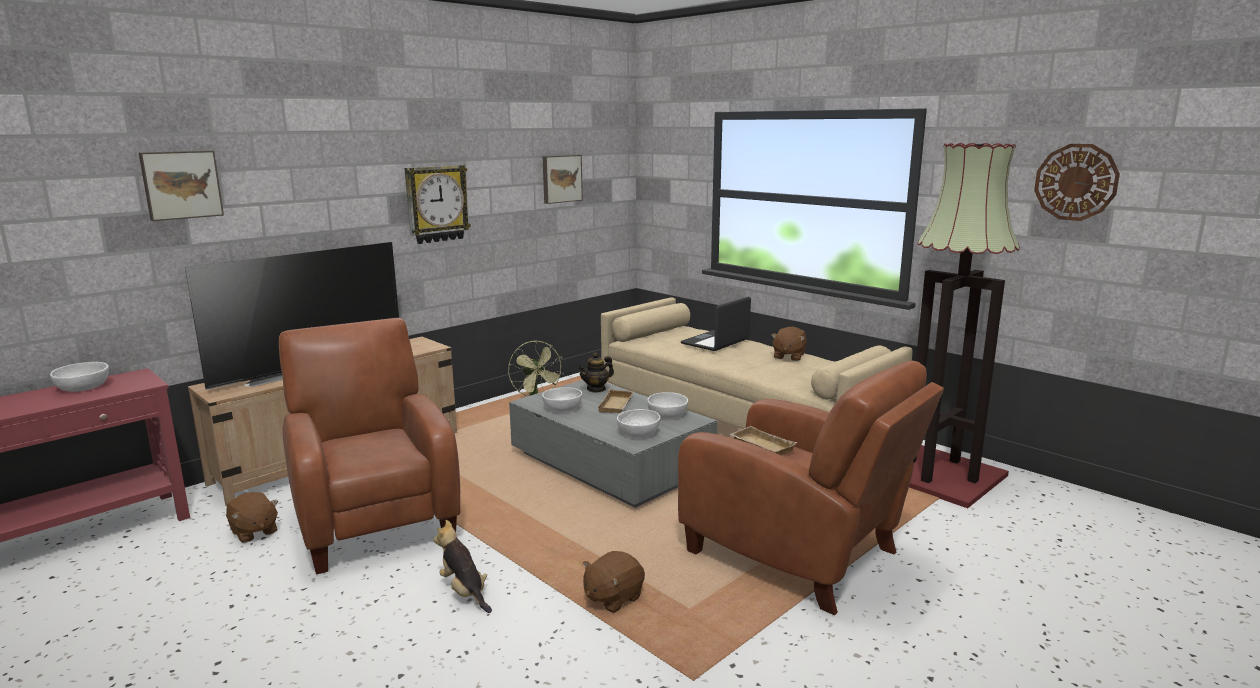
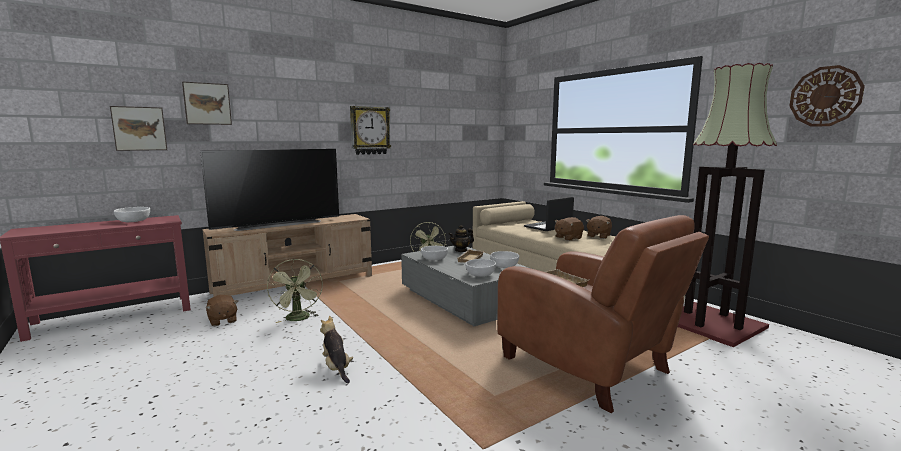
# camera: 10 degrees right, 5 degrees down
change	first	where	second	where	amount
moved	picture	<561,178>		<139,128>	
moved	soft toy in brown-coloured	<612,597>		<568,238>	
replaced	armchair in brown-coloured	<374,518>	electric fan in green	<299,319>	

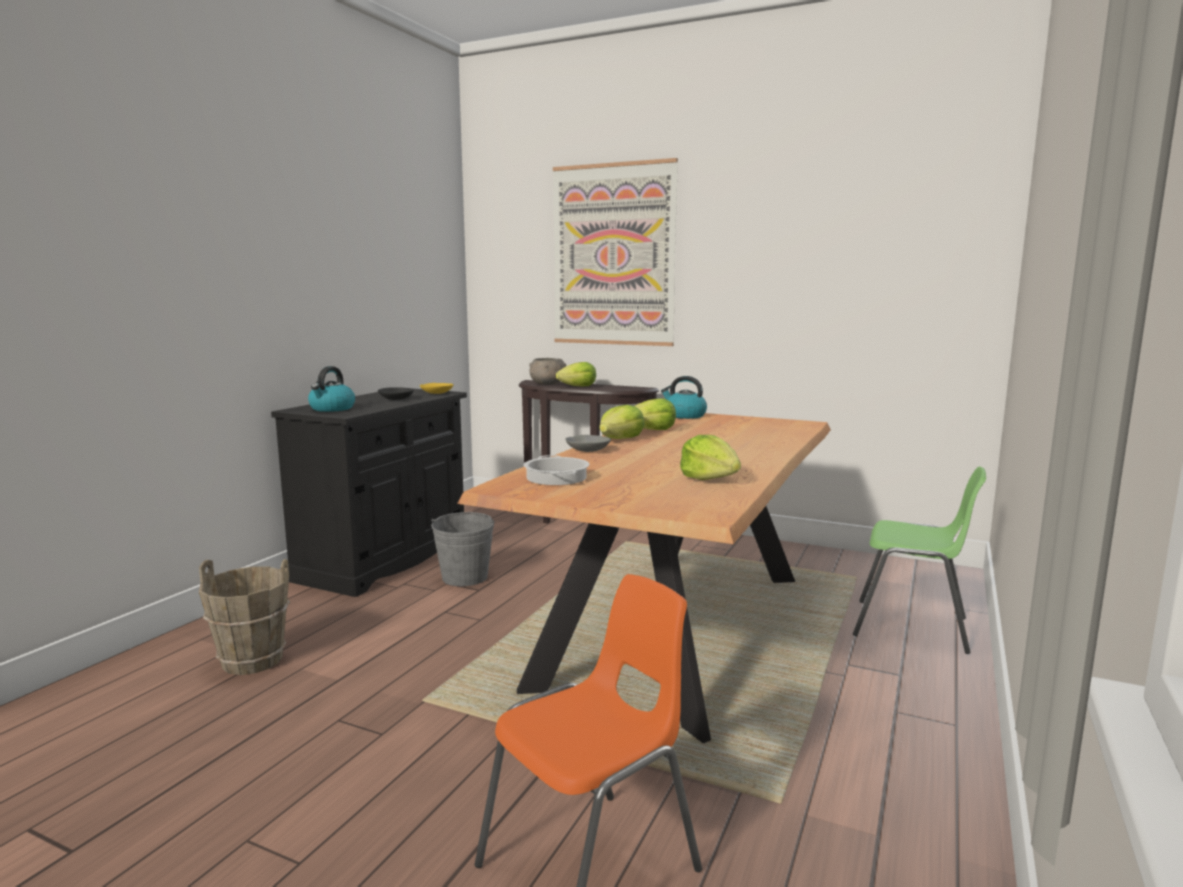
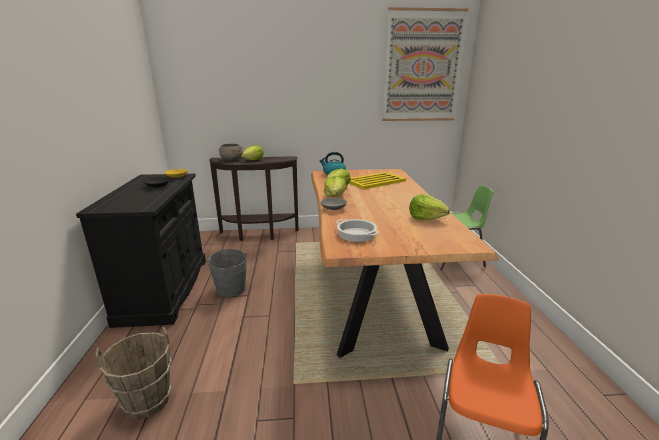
# camera: 30 degrees left, 10 degrees up
change	first	where	second	where	amount
removed	kettle	<332,409>			
added			carrying tray in yellowish	<376,181>	
moved	picture	<613,255>		<422,67>	

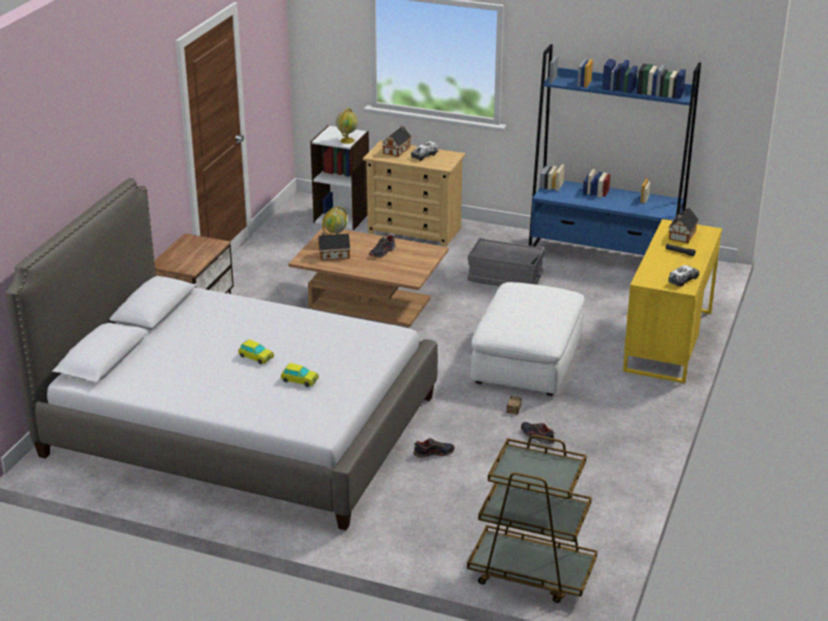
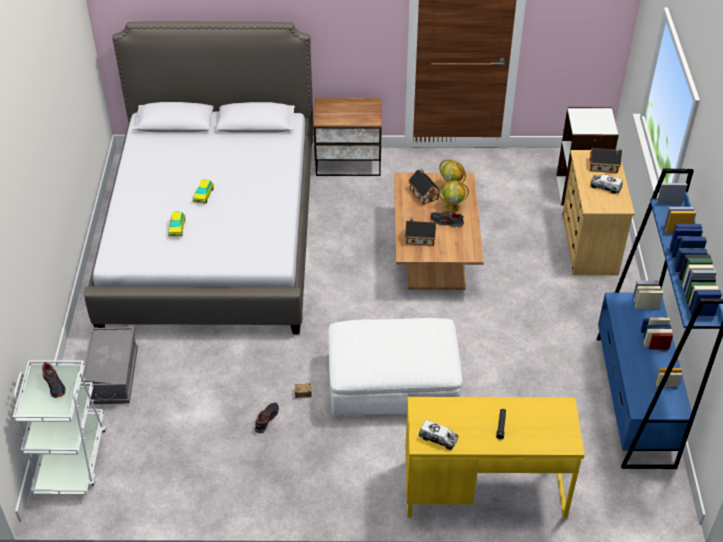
# camera: 70 degrees right, 15 degrees up
change	first	where	second	where	amount
moved	globe	<347,140>		<452,207>	
moved	shoe	<433,453>		<54,385>	
moved	storage bin in grey	<505,278>		<113,376>	
moved	miniature house	<681,235>		<419,238>	
recoloured	wheeled cart in brown-coloured	<531,573>	wheeled cart in white-coloured	<71,458>	

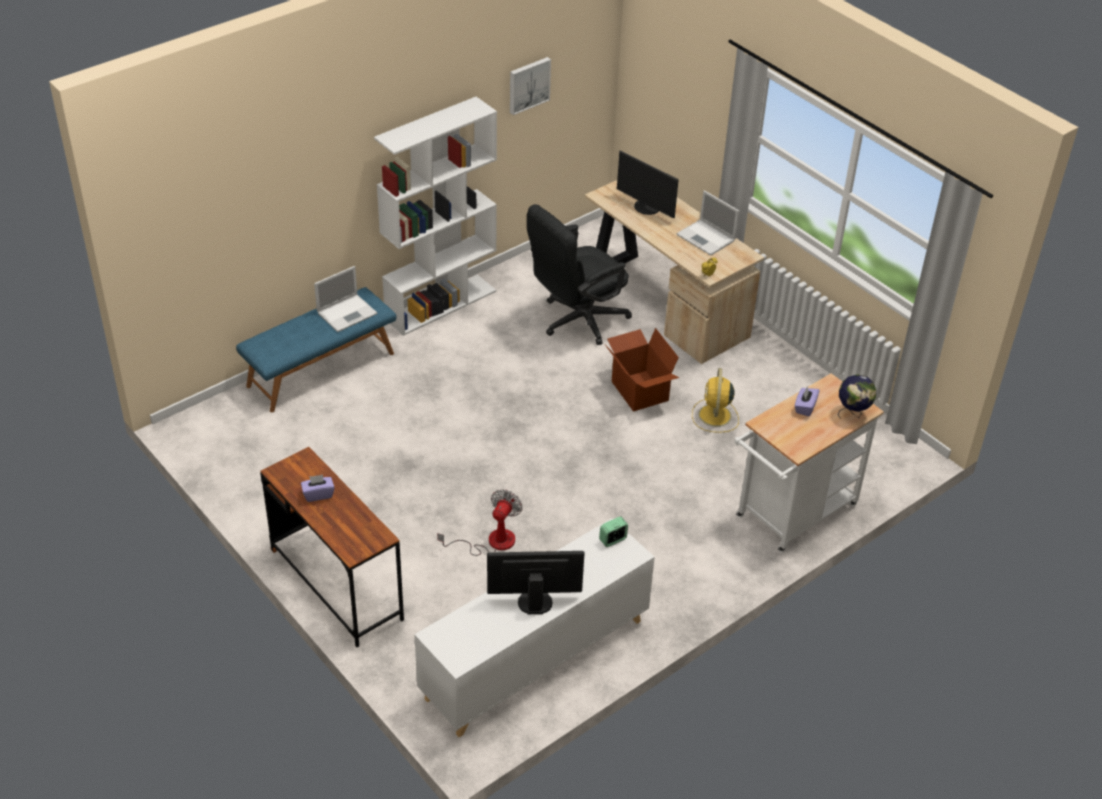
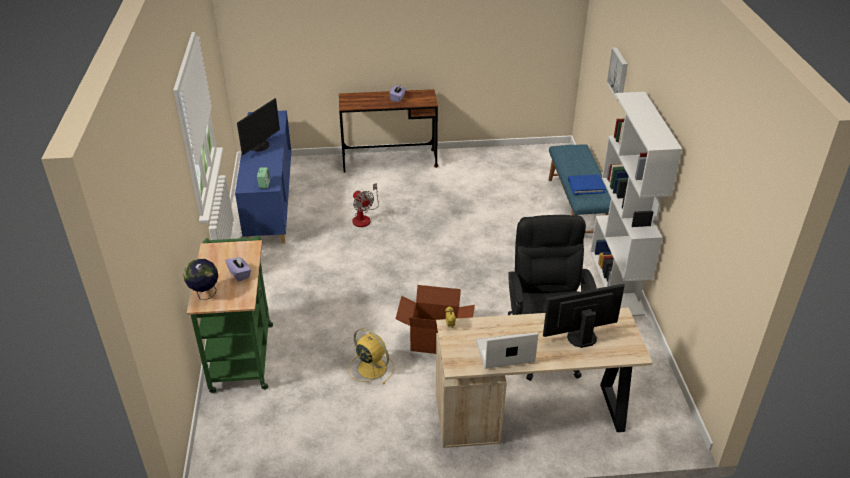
# camera: 125 degrees right, 5 degrees down
change	first	where	second	where	amount
moved	picture	<528,85>		<619,73>	
replaced	laptop	<348,313>	bound book in blue	<586,186>	
recoloured	storage cabinet in white-coloured	<534,660>	storage cabinet in blue	<270,200>	
recoloured	wheeled cart in white-coloured	<791,515>	wheeled cart in green	<242,353>	

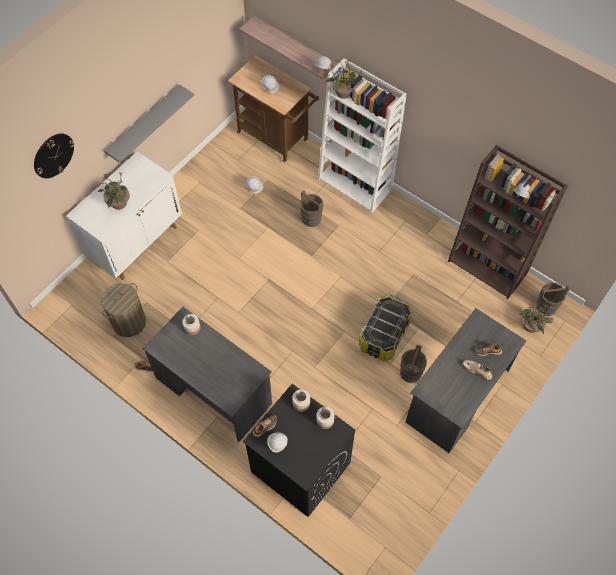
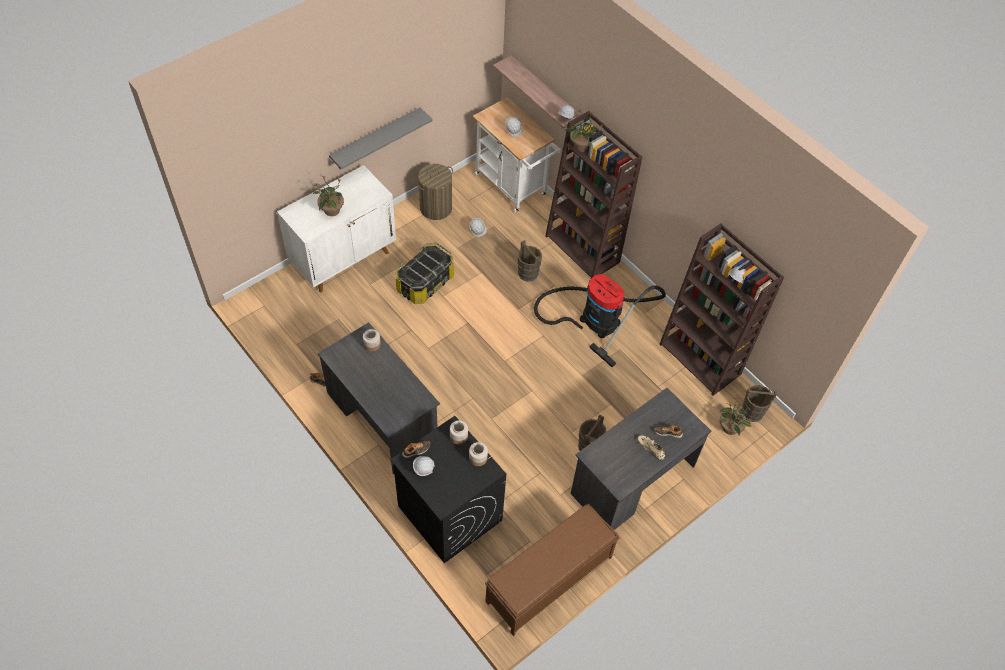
# camera: 10 degrees right, 5 degrees down
change	first	where	second	where	amount
removed	clock on the wall	<53,155>			
added			bench in brown-coloured	<548,580>	
added			vacuum cleaner	<595,319>	
moved	washing basket	<129,322>		<436,208>	
moved	storage bin	<384,334>		<425,282>	
recoloured	wheeled cart in brown-coloured	<276,138>	wheeled cart in white-coloured	<513,187>	
recoloured	bookshelf in white-coloured	<355,184>	bookshelf in brown-coloured	<583,249>	

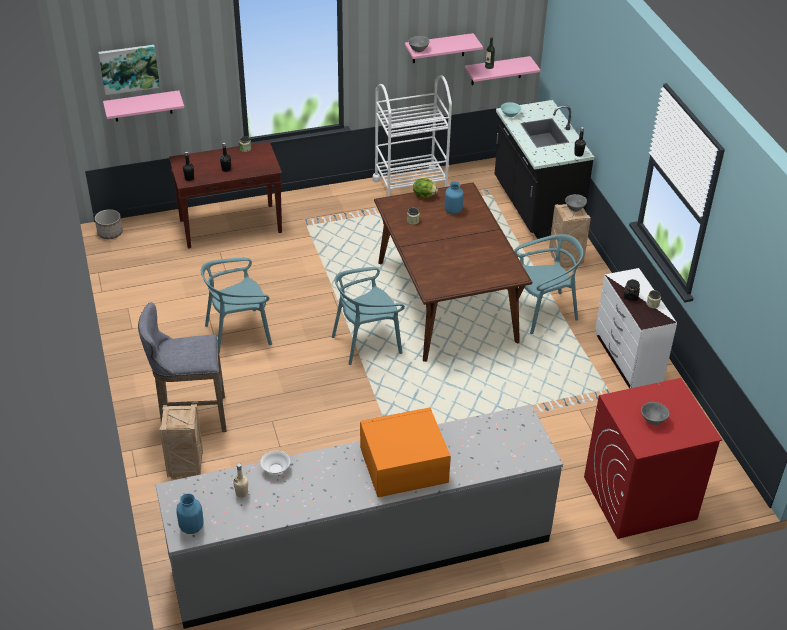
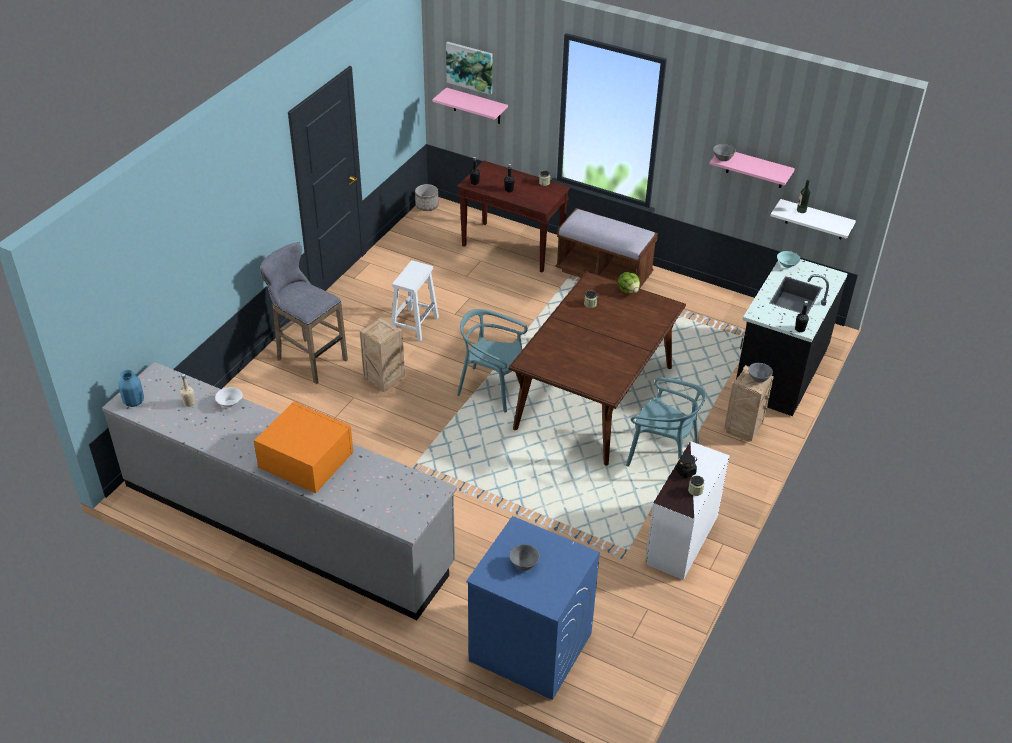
# camera: 45 degrees right, 0 degrees up
change	first	where	second	where	amount
removed	wheeled cart in white-coloured	<410,187>			
removed	decorative vase in blue	<453,210>			
added			bench in brown-coloured	<604,273>	
moved	crate	<185,468>		<383,380>	
replaced	plain chair in turquoise-coloured	<238,333>	stool in white-coloured	<415,324>	
recoloured	bracket shelf in pink-coloured	<496,71>	bracket shelf in white-coloured	<815,220>	
recoloured	washing machine in red	<639,498>	washing machine in blue	<529,647>	

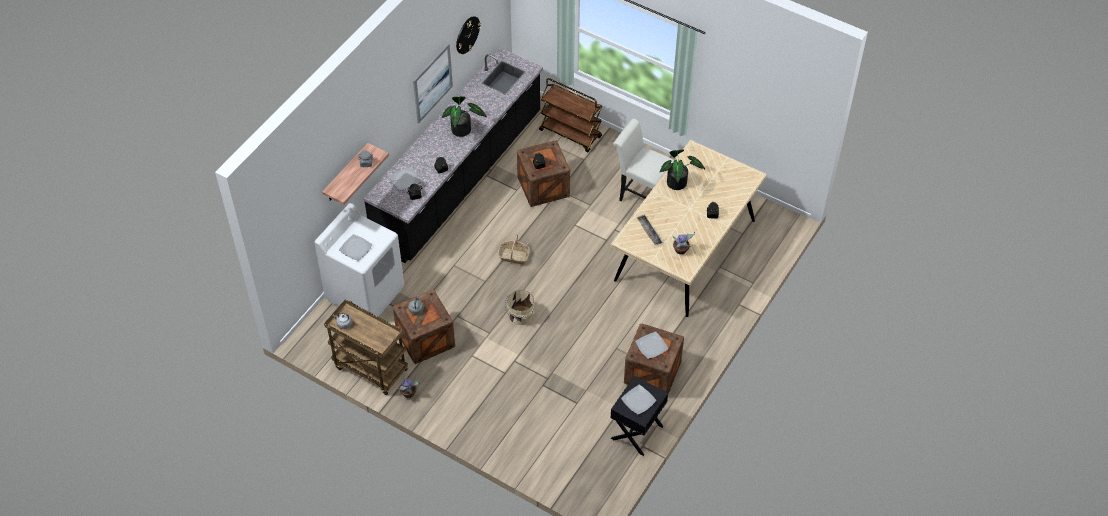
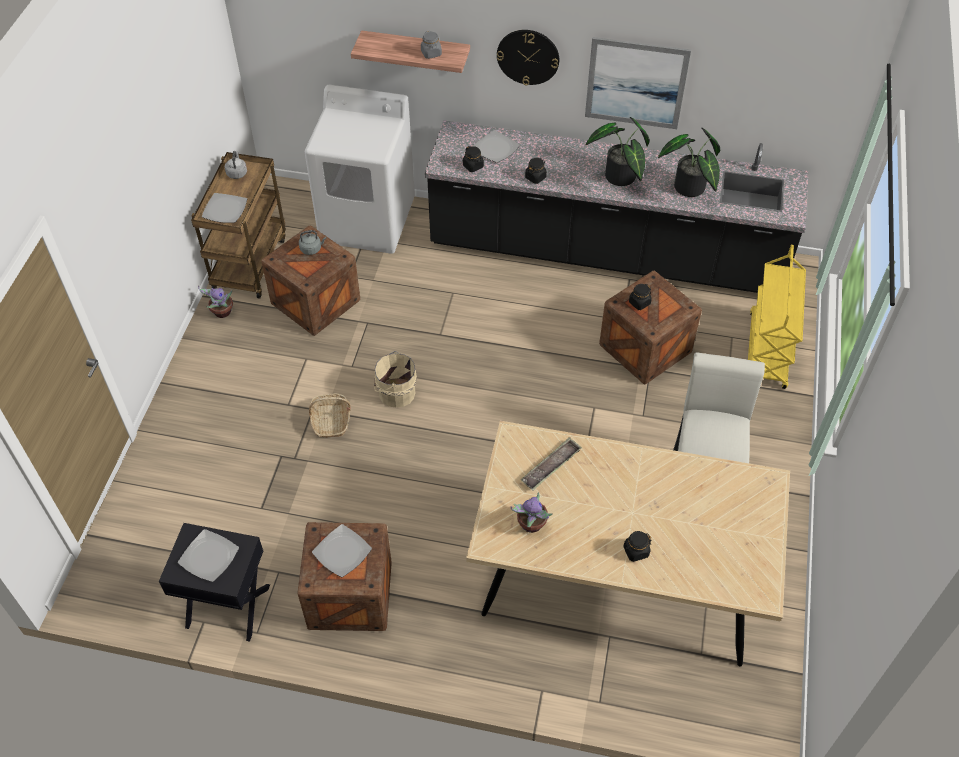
# camera: 70 degrees right, 0 degrees up
change	first	where	second	where	amount
moved	dinner plate	<355,248>		<225,209>	
moved	clock on the wall	<467,35>		<528,56>	
moved	household basket	<514,256>		<331,421>	
moved	plant in a pot	<679,184>		<689,190>	
recoloured	wheeled cart in brown-coloured	<571,134>	wheeled cart in yellowish	<767,351>	

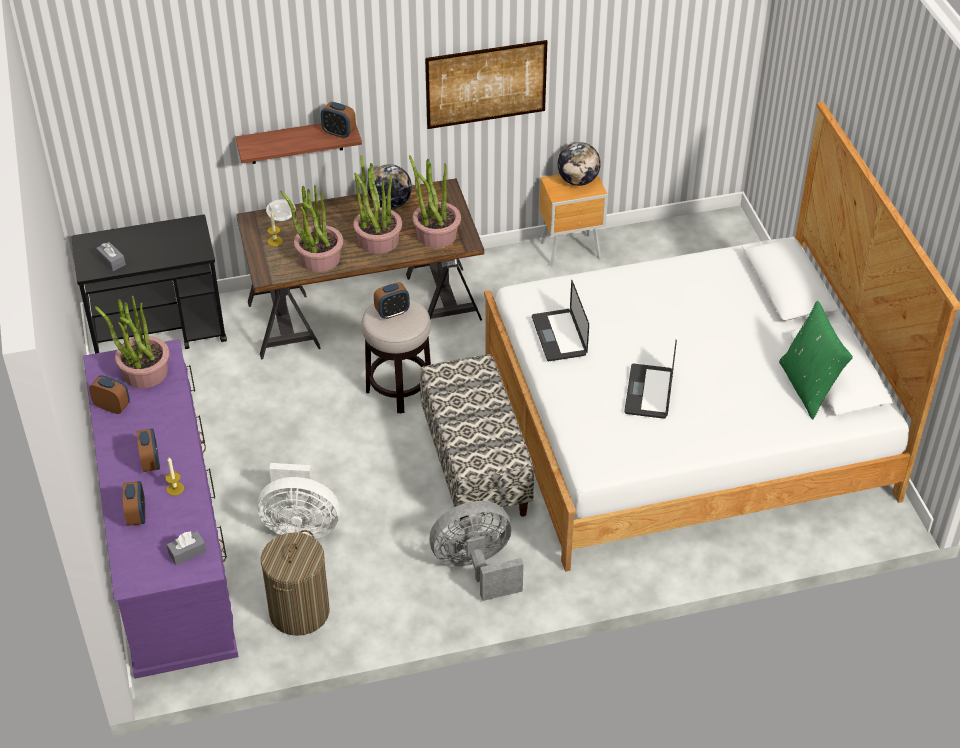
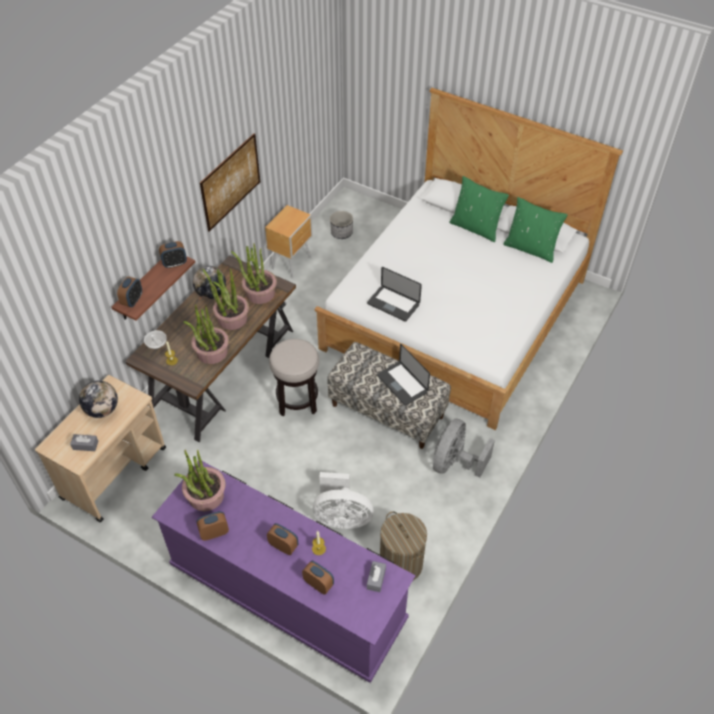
# camera: 45 degrees left, 5 degrees up
change	first	where	second	where	amount
added			planter	<341,233>	
added			pillow in green	<475,227>	
moved	bedside clock	<392,312>		<132,301>	
moved	globe	<578,180>		<102,410>	
moved	laptop	<649,392>		<402,384>	
recoloured	wheeled cart in black	<159,331>	wheeled cart in beige-coloured	<115,472>	
turned	electric fan in white-coloured	<300,526>		<342,517>	45 degrees clockwise

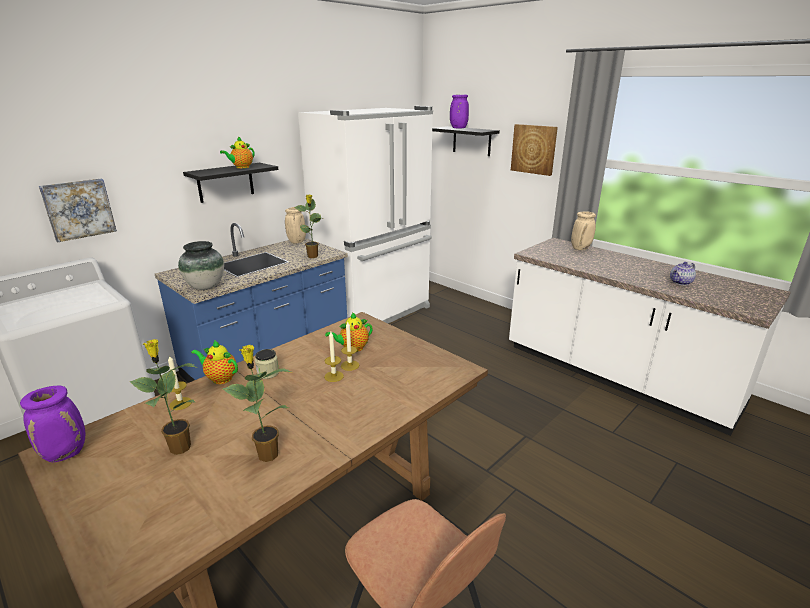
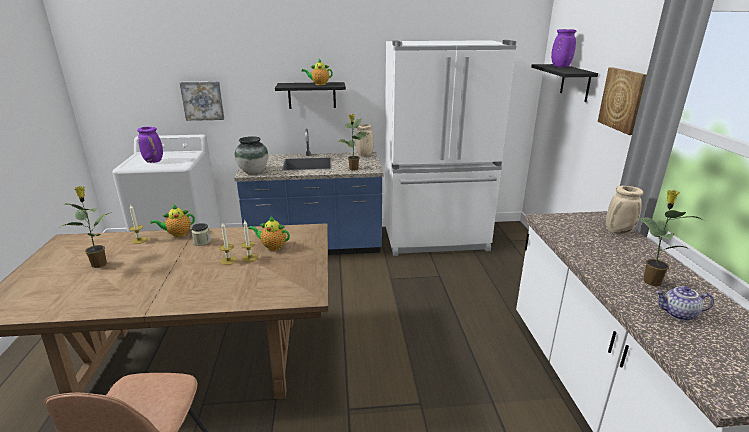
# camera: 40 degrees right, 0 degrees up
change	first	where	second	where	amount
moved	decorative vase in purple-coloured	<66,453>		<154,161>	
moved	plant in a pot	<267,454>		<651,281>	
turned	pot for tea	<220,378>		<177,234>	90 degrees counterclockwise

